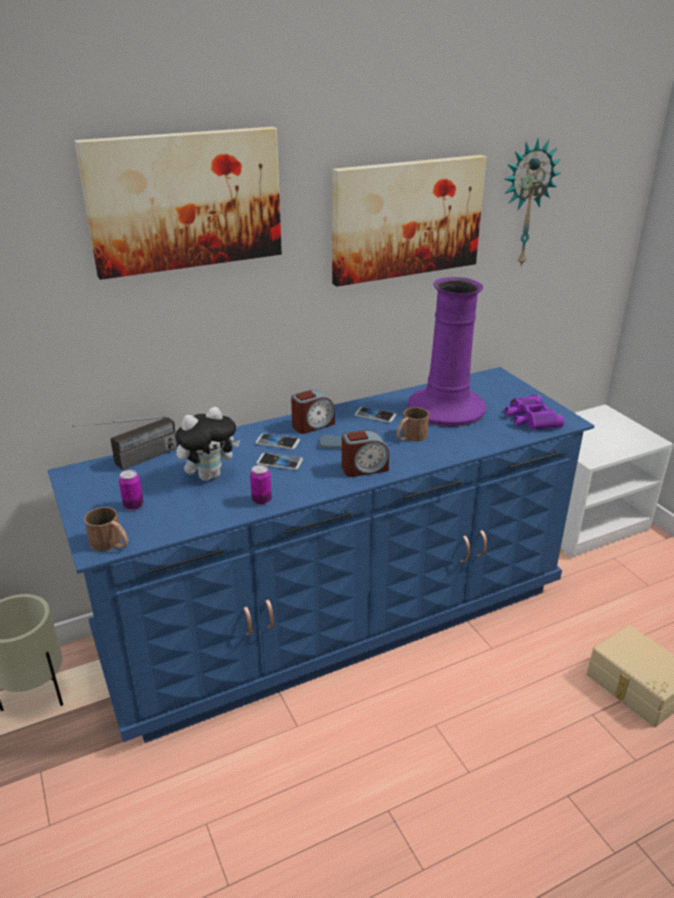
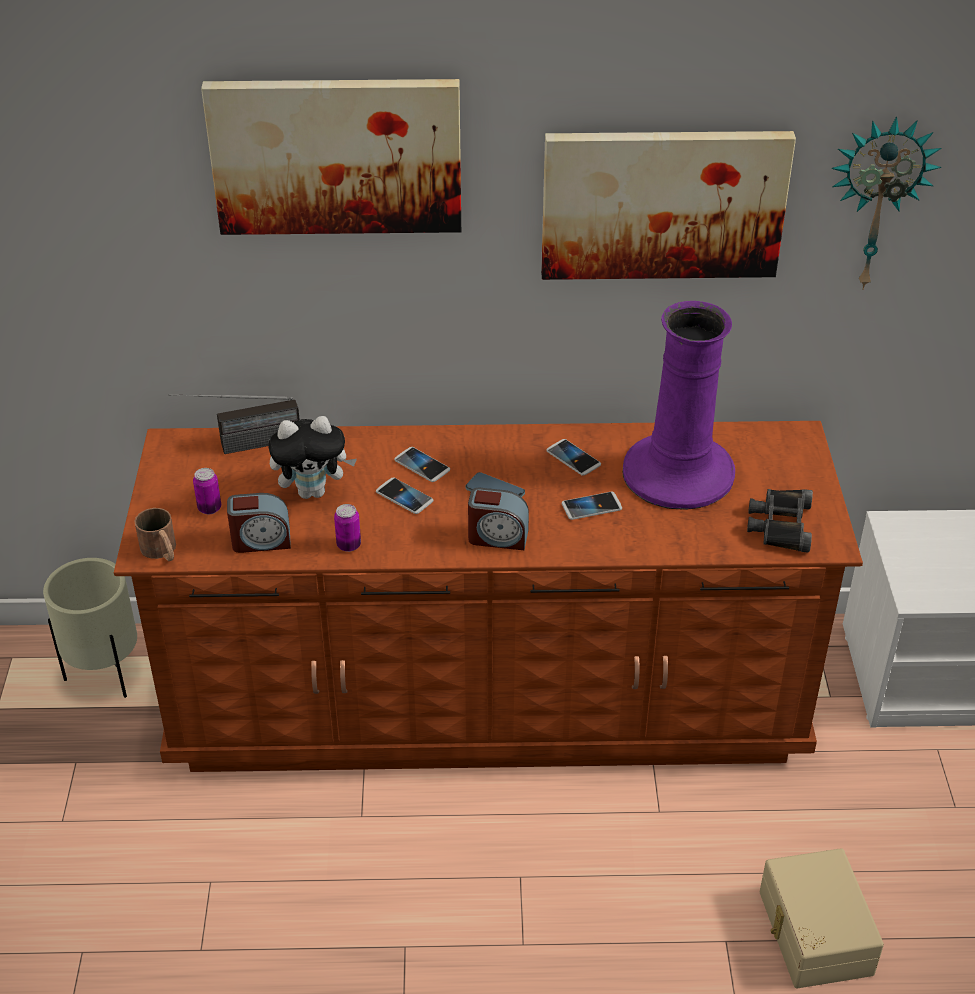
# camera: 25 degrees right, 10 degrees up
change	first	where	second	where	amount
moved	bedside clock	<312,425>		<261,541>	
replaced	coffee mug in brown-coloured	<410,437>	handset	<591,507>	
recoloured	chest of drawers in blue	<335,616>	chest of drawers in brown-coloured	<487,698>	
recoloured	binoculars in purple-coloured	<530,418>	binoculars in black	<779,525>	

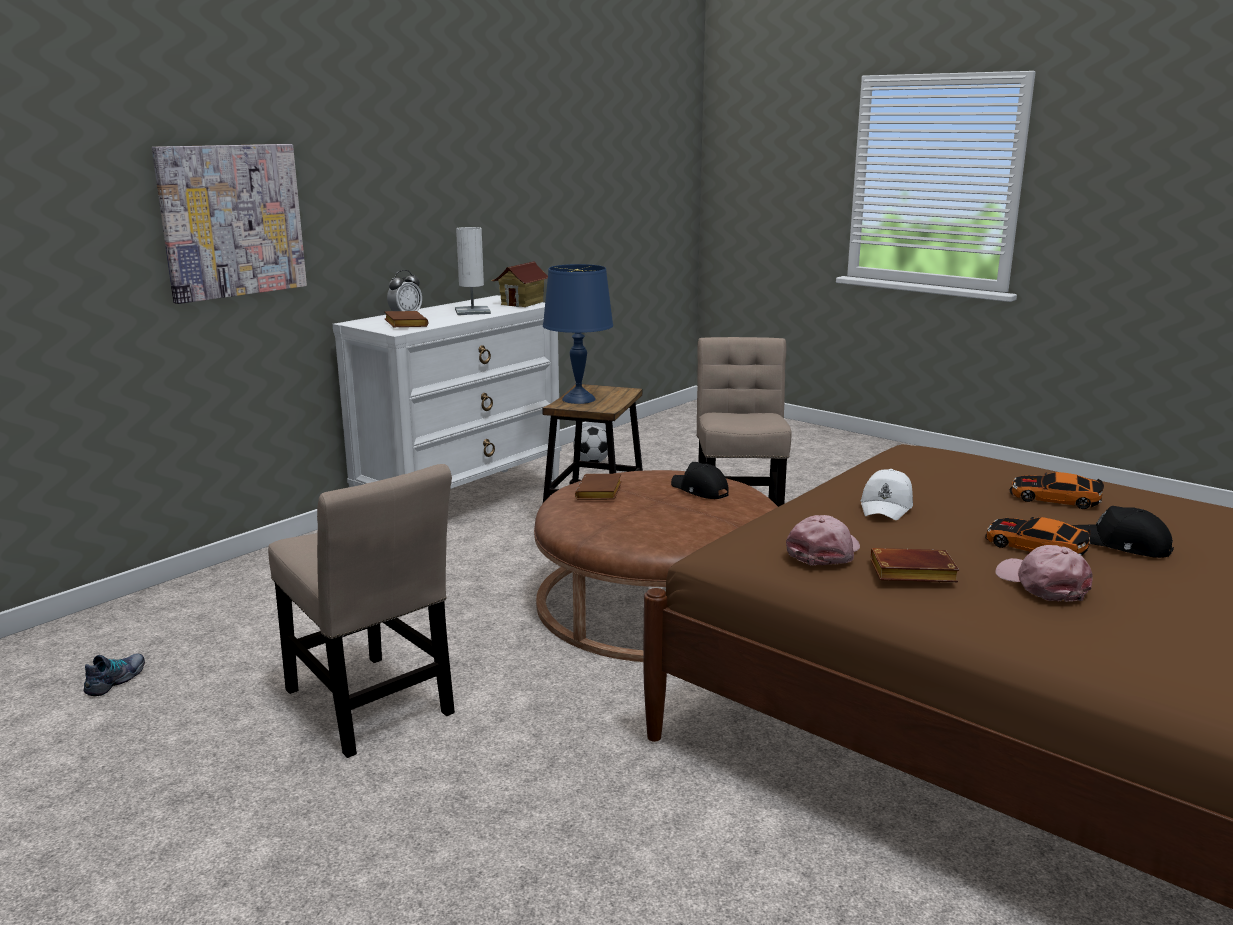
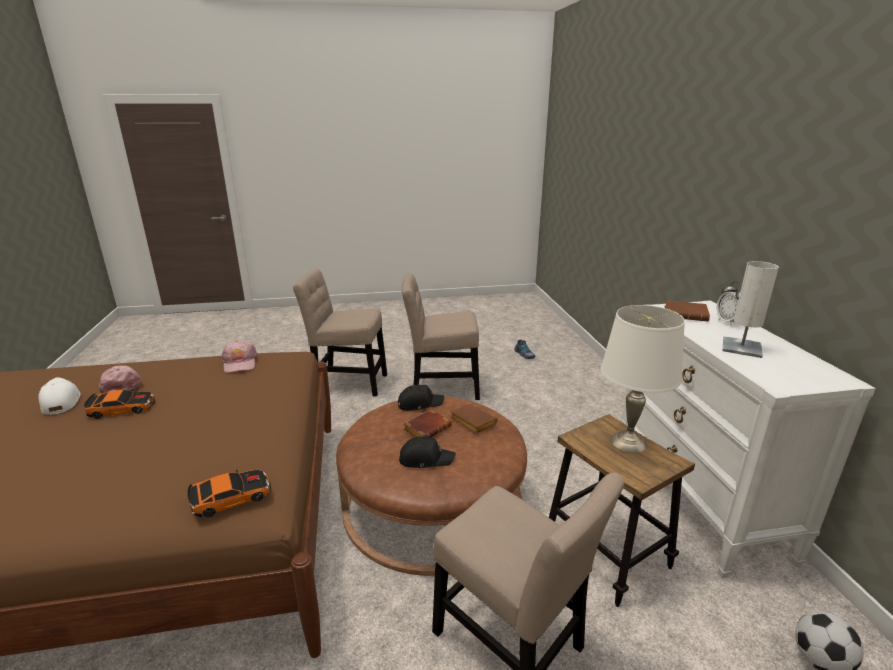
# camera: 130 degrees right, 5 degrees up
change	first	where	second	where	amount
removed	picture	<232,221>			
removed	miniature house	<522,303>			
added			plain chair in beige-coloured	<346,383>	
moved	peaked cap in white-coloured	<887,506>		<60,402>	
moved	bound book in brown-coloured	<910,574>		<427,428>	
moved	toy car	<1055,498>		<231,497>	
moved	peaked cap in black	<1122,545>		<419,403>	
recoloured	lamp for a table in blue	<578,399>	lamp for a table in white-coloured	<628,441>	
turned	peaked cap in pink-coloured	<1042,584>		<119,385>	150 degrees counterclockwise

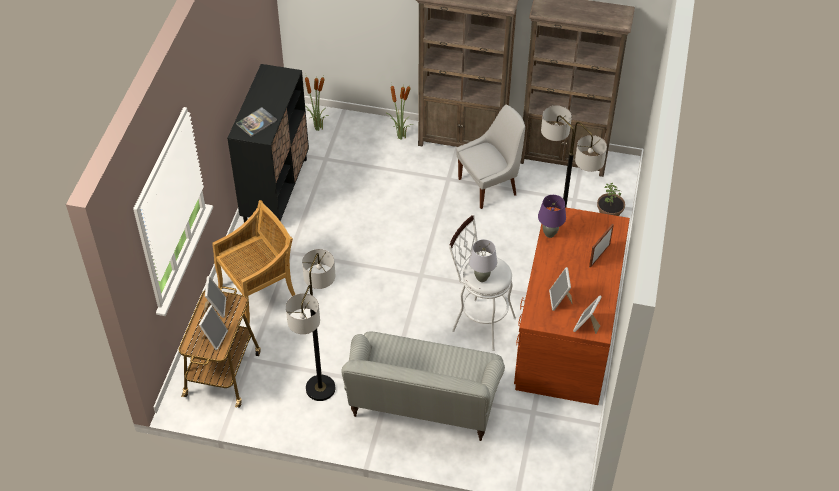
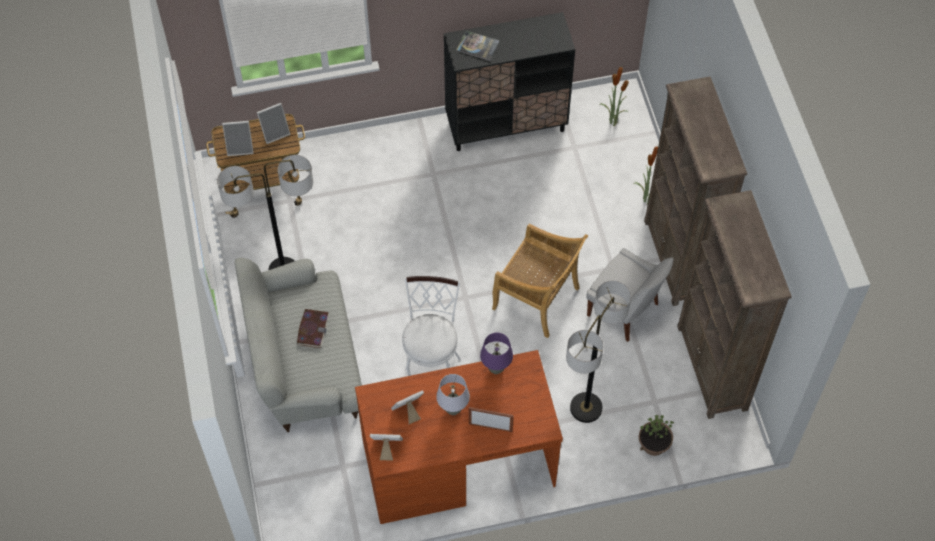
# camera: 65 degrees right, 10 degrees up
change	first	where	second	where	amount
added			bound book	<312,329>	
moved	plain chair in beige-coloured	<259,292>		<537,299>	
moved	lamp for a table in grey	<481,278>		<453,409>	

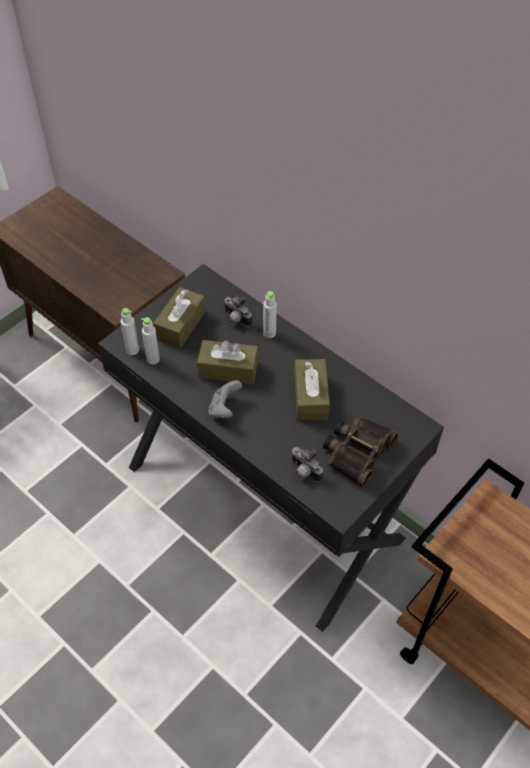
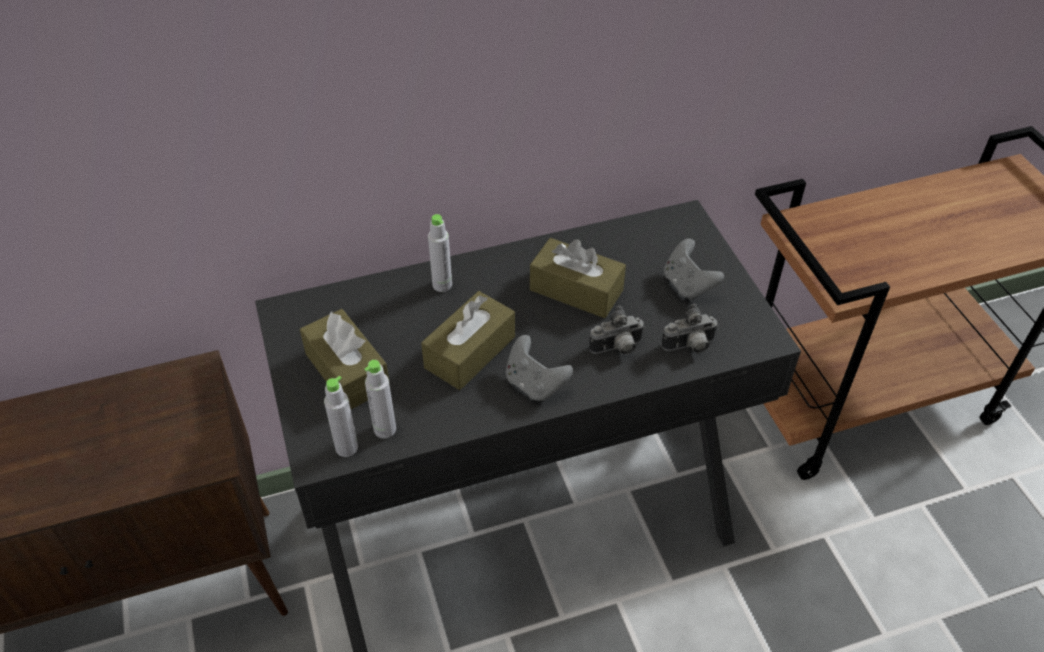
# camera: 60 degrees left, 5 degrees down
change	first	where	second	where	amount
moved	photo camera	<235,320>		<617,349>	
replaced	binoculars	<357,451>	joypad in grey	<688,285>	

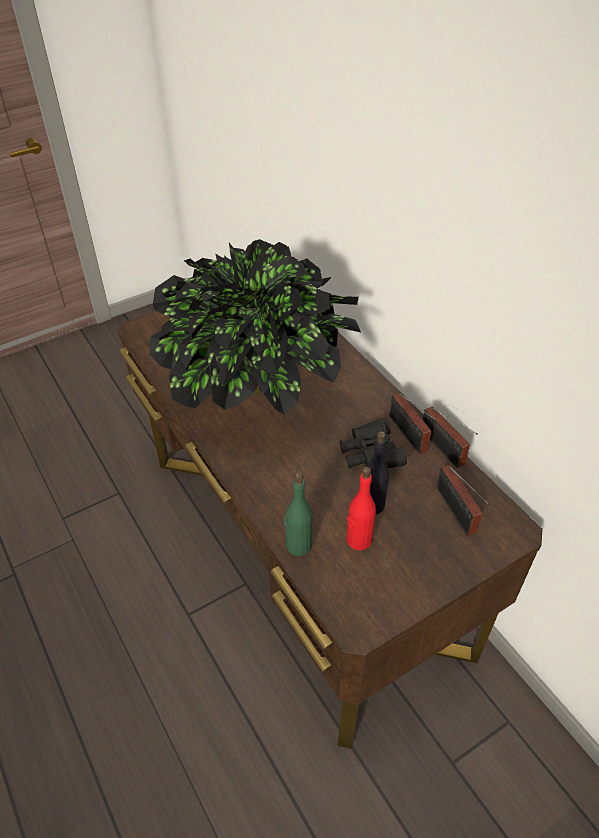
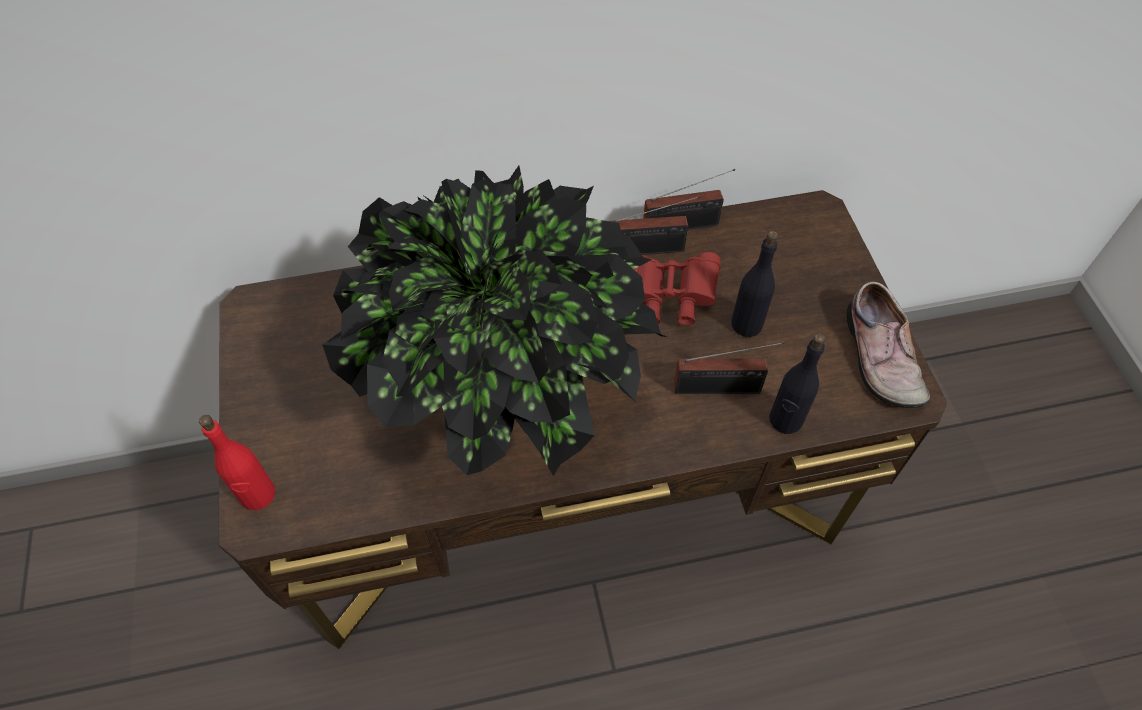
# camera: 70 degrees left, 10 degrees up
change	first	where	second	where	amount
added			shoe	<878,357>	
moved	beverage bottle in red	<358,540>		<257,495>	
moved	radio	<456,512>		<722,389>	
recoloured	beverage bottle in green	<298,545>	beverage bottle in black	<785,420>	
recoloured	binoculars in black	<370,456>	binoculars in red	<668,299>	

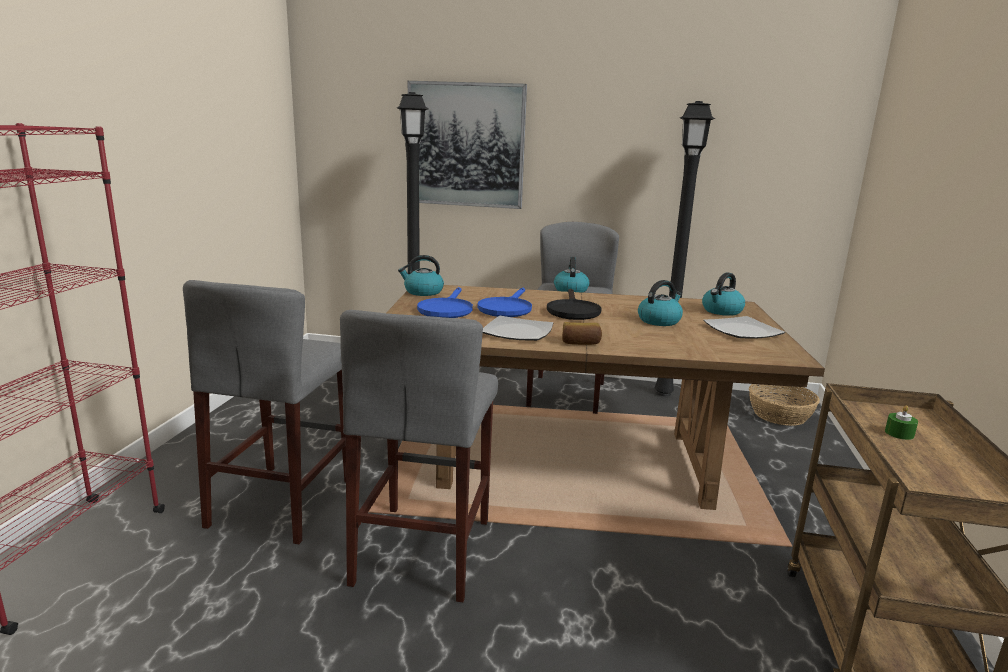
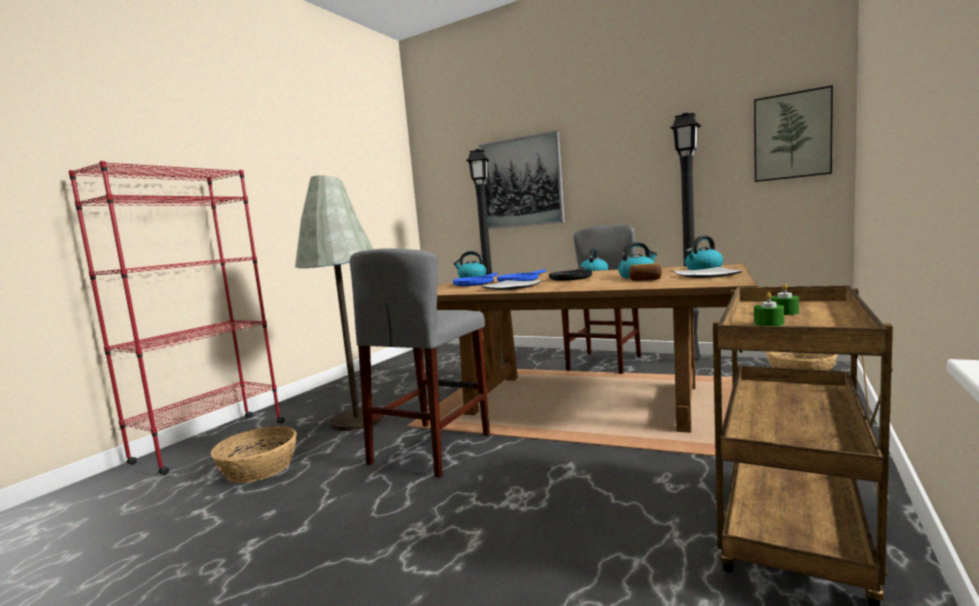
# camera: 20 degrees right, 10 degrees down
change	first	where	second	where	amount
added			household basket	<259,468>	
added			picture	<792,136>	
added			candle in green	<768,323>	
moved	baked bread	<580,343>		<645,280>	
replaced	stool in grey	<283,502>	standard lamp in grey	<357,420>	

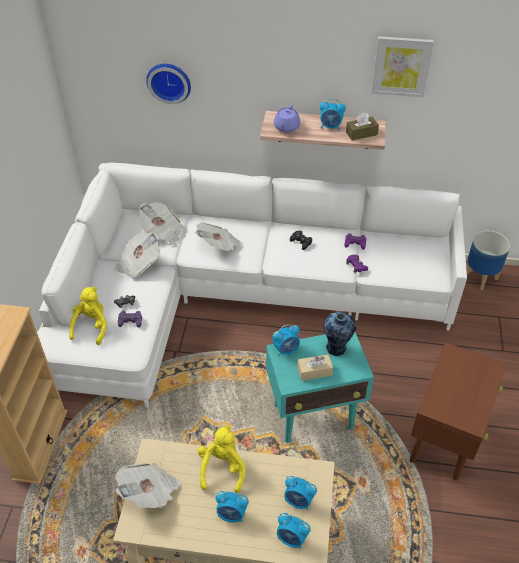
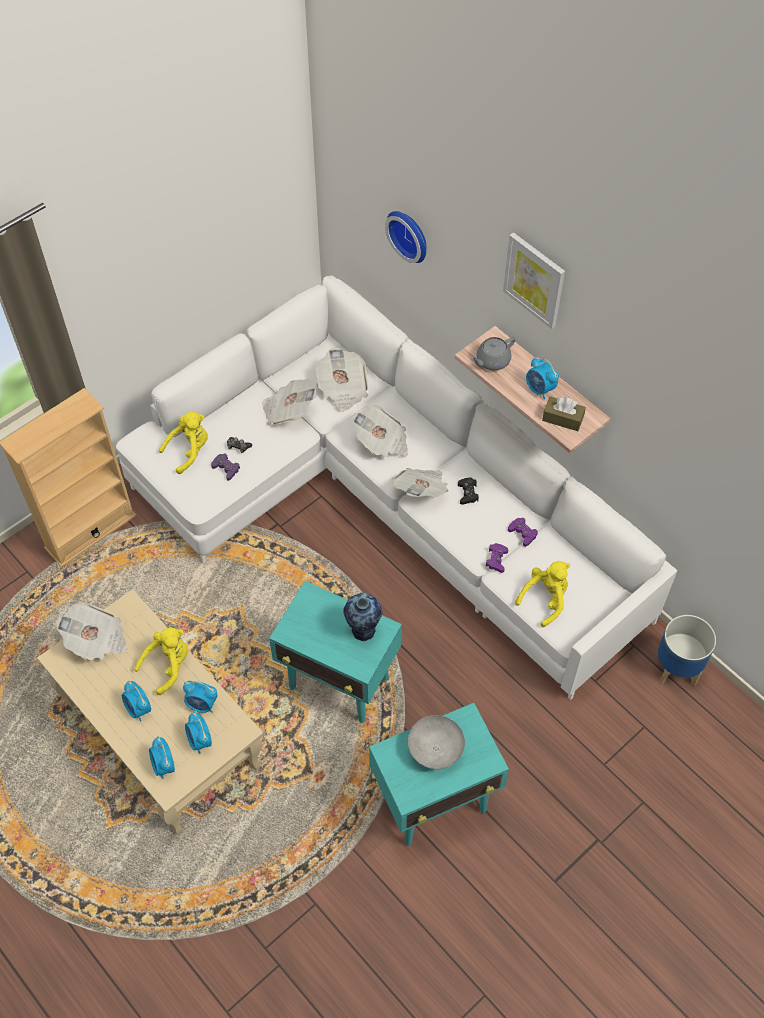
# camera: 40 degrees right, 10 degrees up
change	first	where	second	where	amount
removed	box of tissues in beige-coloured	<314,371>			
added			printed paper	<421,490>	
added			serving bowl in grey	<435,749>	
added			soft toy in yellowish	<545,599>	
moved	bedside clock	<286,350>		<202,704>	
moved	picture	<401,66>		<534,280>	
recoloured	pot for tea in purple-coloured	<286,127>	pot for tea in grey	<492,361>	
recoloured	side table in brown-coloured	<443,441>	side table in turquoise-coloured	<435,802>	

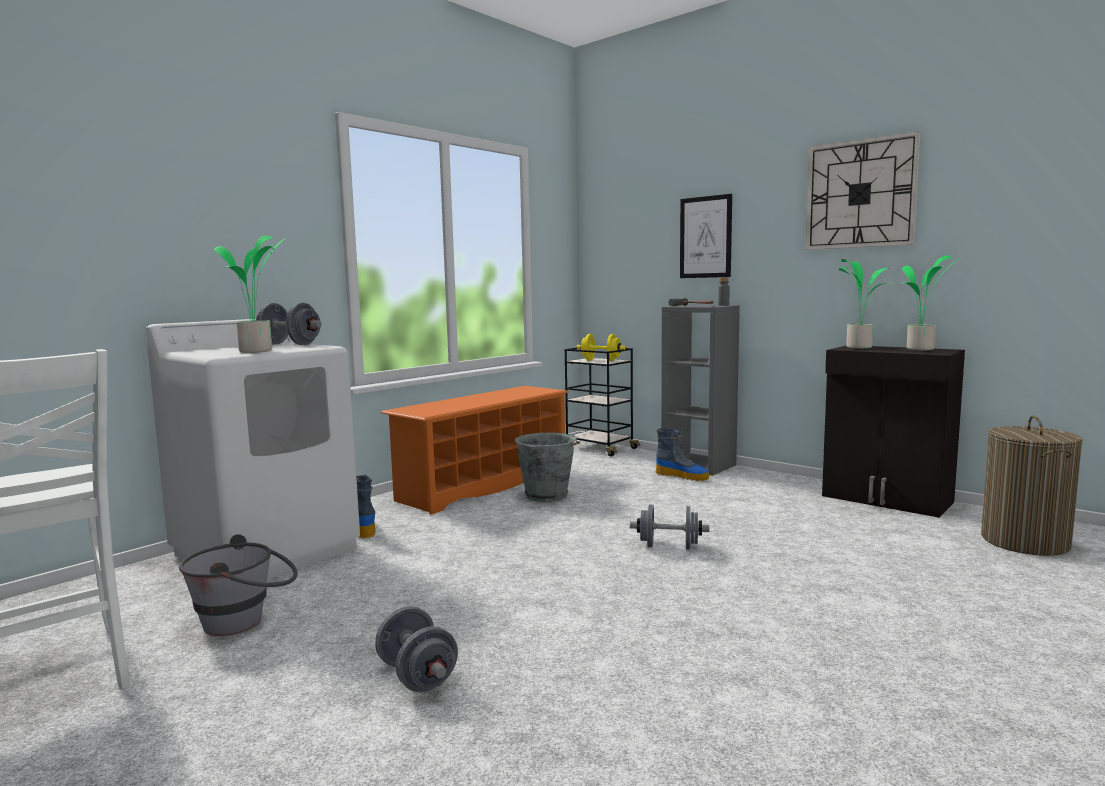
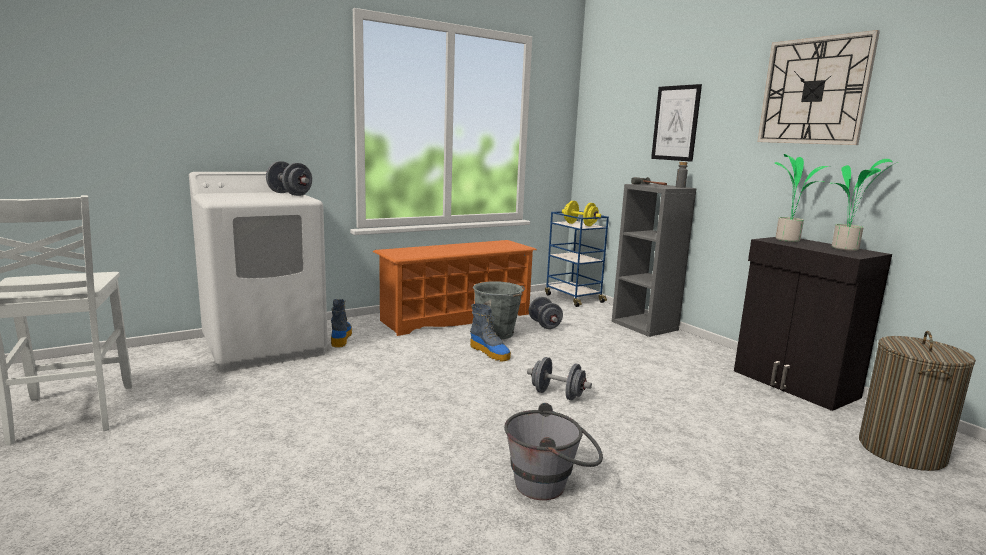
# camera: 15 degrees right, 5 degrees up
change	first	where	second	where	amount
removed	plant in a pot	<258,351>			
moved	pail in grey	<246,621>		<551,485>	
moved	free weight in grey	<417,676>		<544,325>	
moved	tall boot	<682,476>		<490,352>	
recoloured	wheeled cart in black	<600,448>	wheeled cart in blue	<573,298>	

